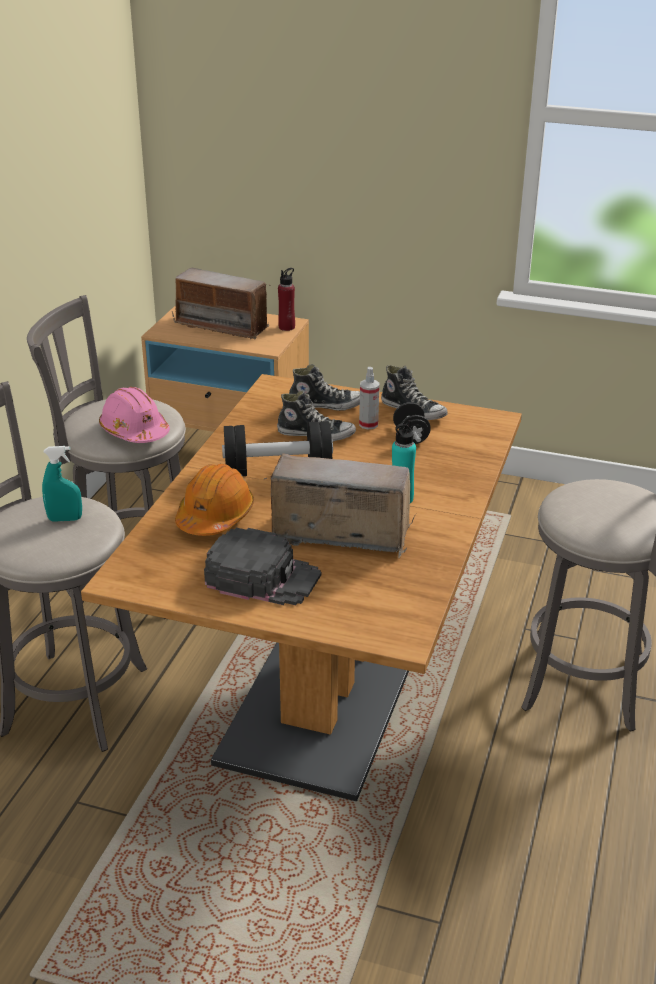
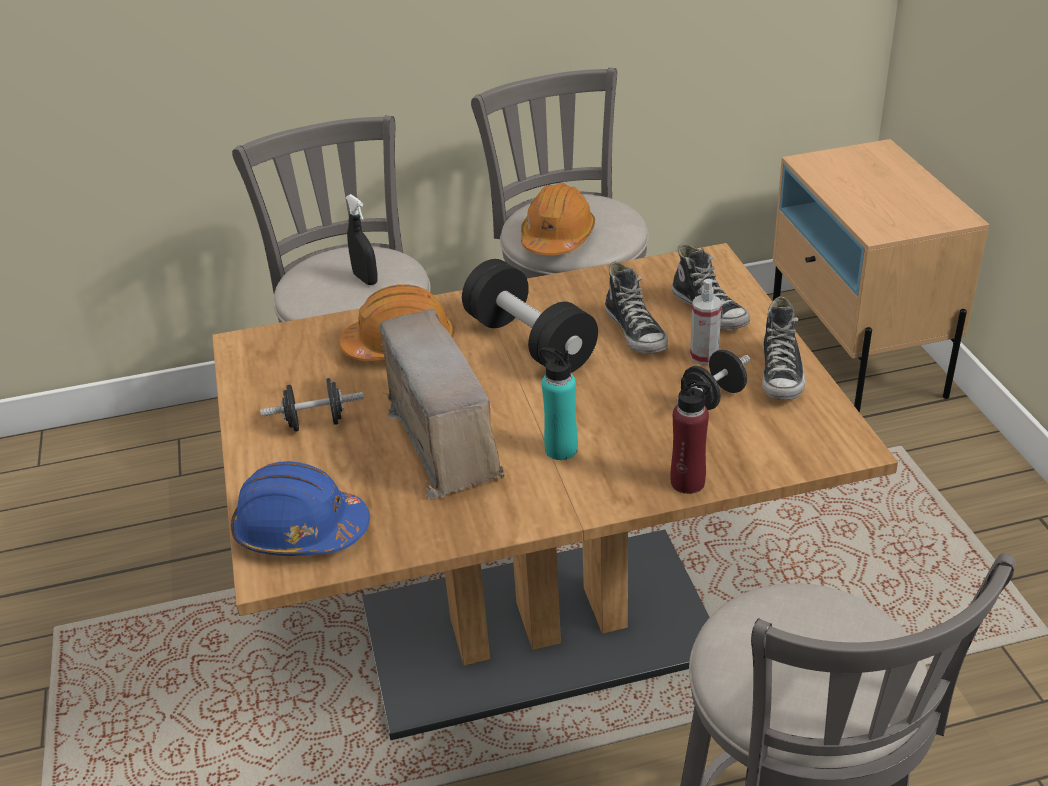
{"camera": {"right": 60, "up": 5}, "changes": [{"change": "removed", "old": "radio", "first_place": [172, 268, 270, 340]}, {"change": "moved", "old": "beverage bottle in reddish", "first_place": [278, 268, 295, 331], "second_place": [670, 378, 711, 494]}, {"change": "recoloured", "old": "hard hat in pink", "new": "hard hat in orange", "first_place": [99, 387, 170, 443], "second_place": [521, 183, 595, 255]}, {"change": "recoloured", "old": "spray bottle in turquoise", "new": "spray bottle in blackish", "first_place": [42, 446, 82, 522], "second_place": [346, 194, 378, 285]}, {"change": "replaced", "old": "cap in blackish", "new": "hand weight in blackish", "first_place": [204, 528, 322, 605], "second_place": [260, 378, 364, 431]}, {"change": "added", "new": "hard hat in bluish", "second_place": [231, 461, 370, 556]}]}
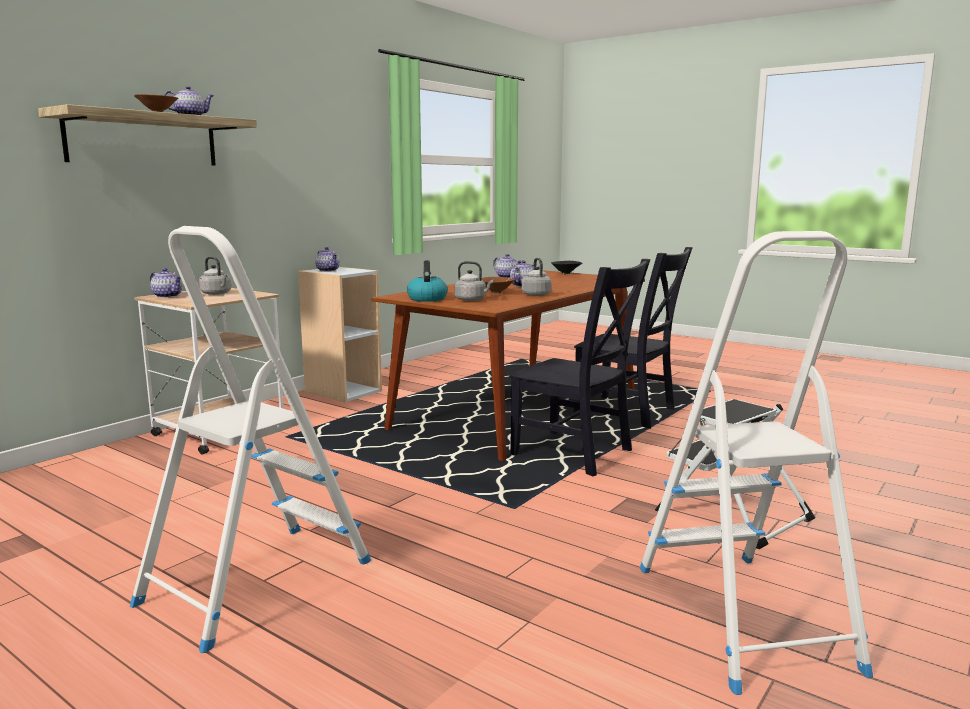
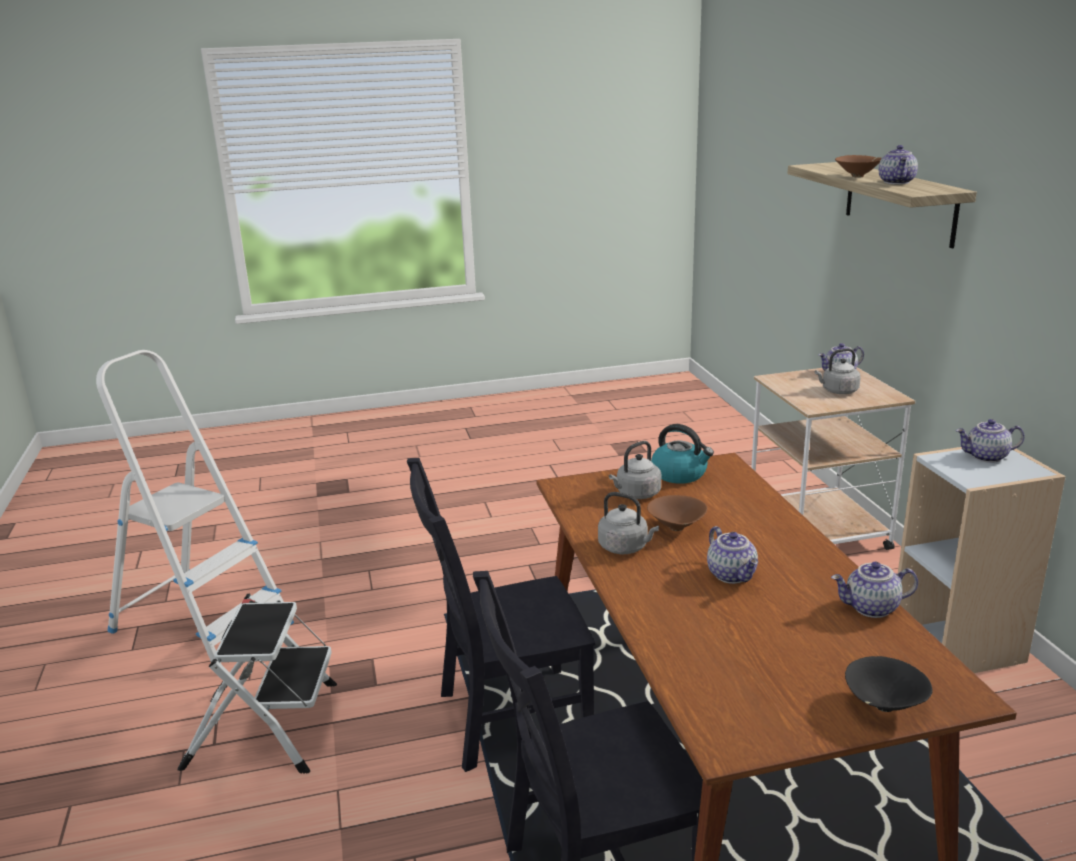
{"camera": {"right": 130, "up": 10}, "changes": [{"change": "removed", "old": "stepladder in white", "first_place": [130, 226, 371, 653]}]}
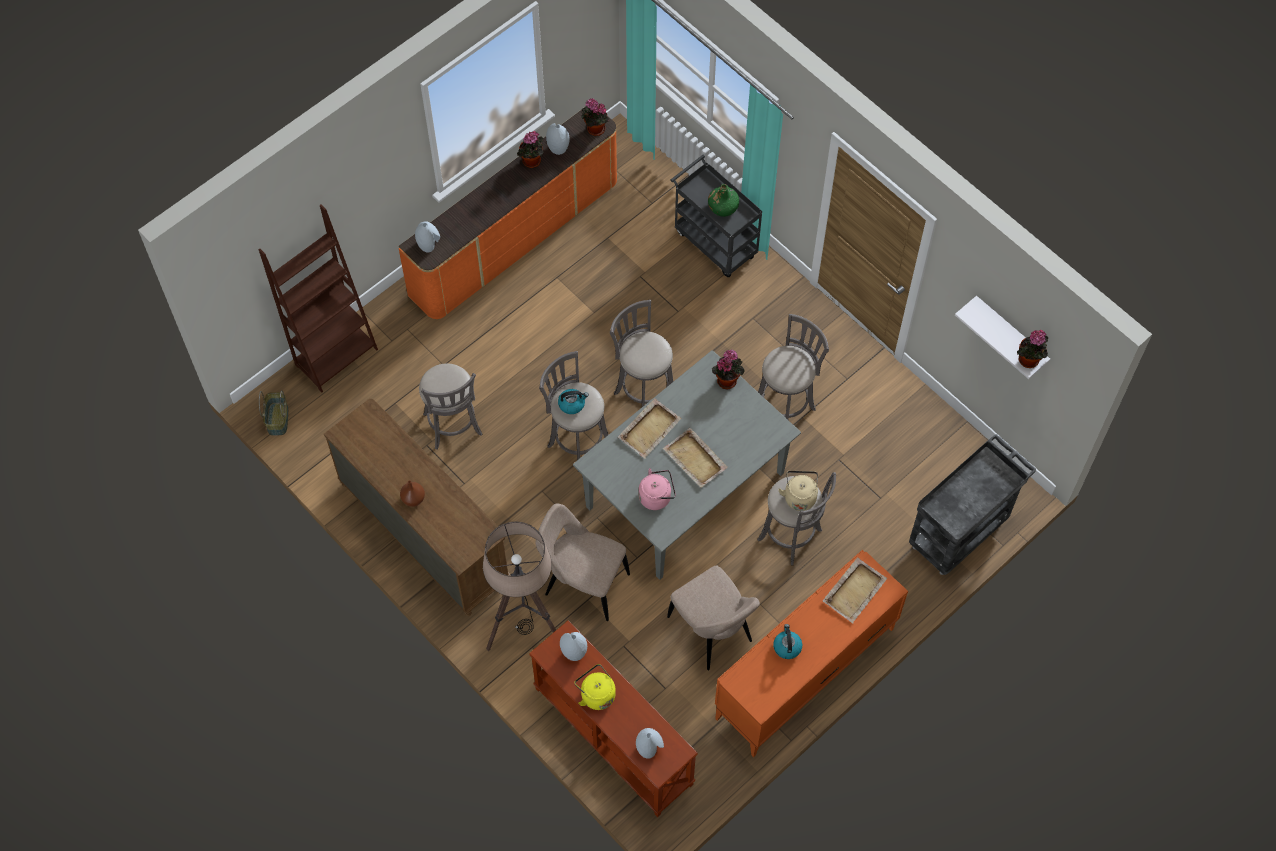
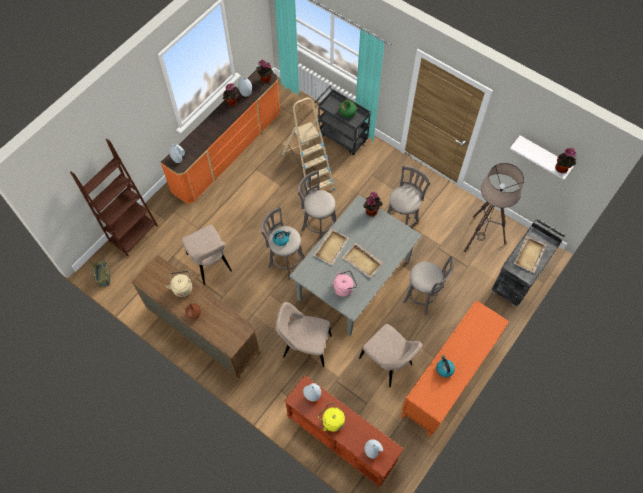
{"camera": {"right": -10, "up": 0}, "changes": [{"change": "replaced", "old": "stool seat in gray", "new": "plain chair in beige", "first_place": [419, 364, 482, 450], "second_place": [182, 225, 232, 285]}, {"change": "moved", "old": "water kettle in beige", "first_place": [778, 471, 818, 511], "second_place": [165, 271, 192, 297]}, {"change": "moved", "old": "standing lamp", "first_place": [483, 522, 556, 651], "second_place": [464, 163, 524, 252]}, {"change": "moved", "old": "carrying tray in beige", "first_place": [823, 557, 887, 623], "second_place": [514, 236, 547, 273]}, {"change": "added", "new": "stepladder in beige", "second_place": [282, 98, 335, 190]}]}
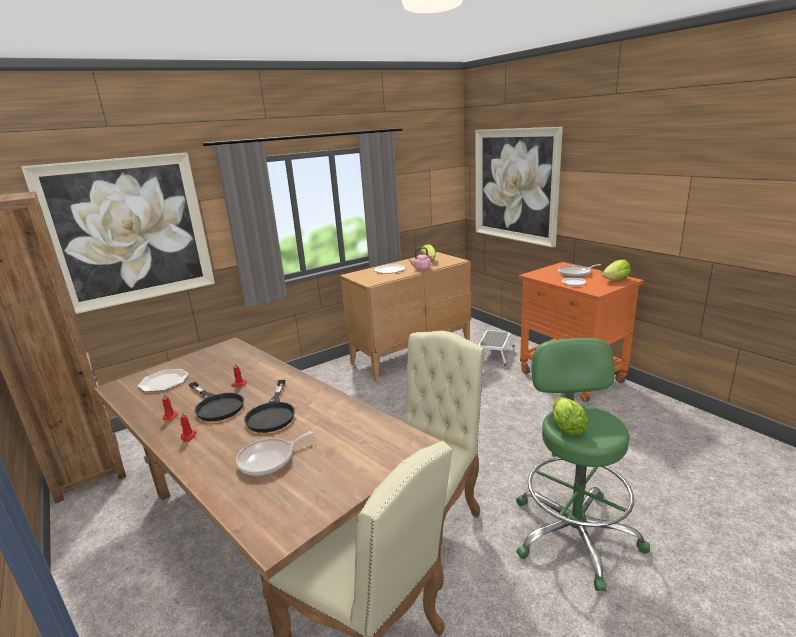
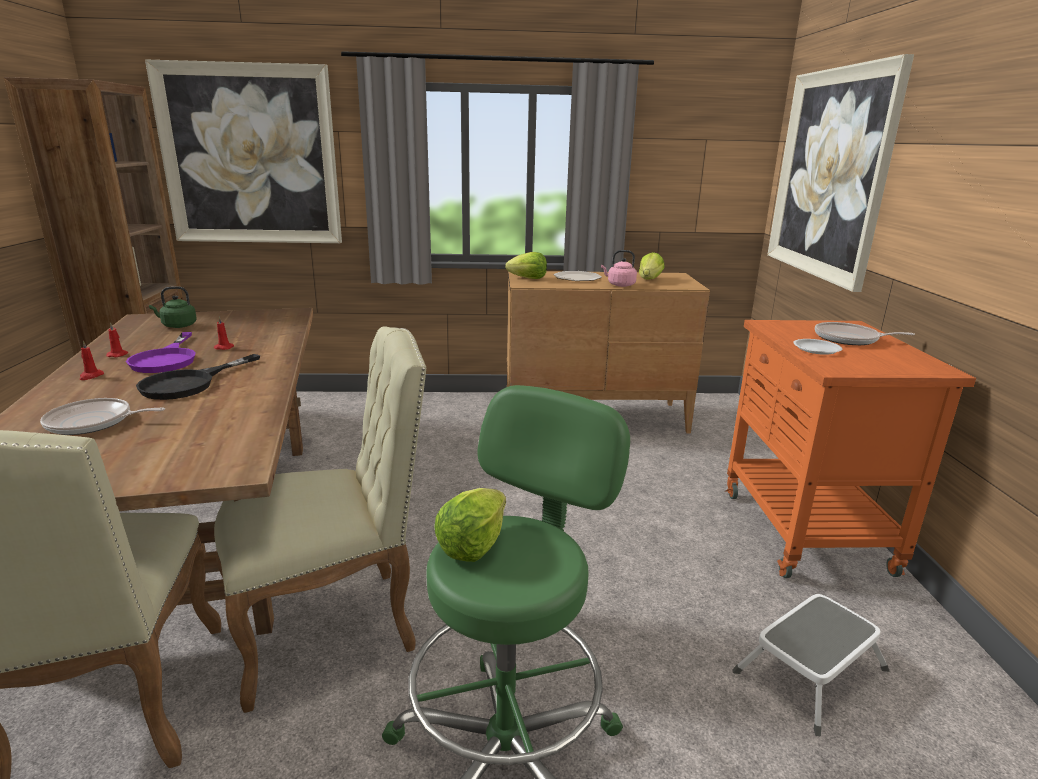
{"camera": {"right": 30, "up": 0}, "changes": [{"change": "moved", "old": "lettuce head", "first_place": [602, 259, 631, 280], "second_place": [505, 252, 547, 279]}, {"change": "moved", "old": "stepladder in gray", "first_place": [479, 330, 515, 367], "second_place": [732, 594, 890, 736]}, {"change": "replaced", "old": "plate", "new": "water kettle in greenish", "first_place": [137, 369, 189, 392], "second_place": [149, 286, 197, 328]}, {"change": "recoloured", "old": "frying pan in blackish", "new": "frying pan in purple", "first_place": [189, 382, 244, 421], "second_place": [126, 332, 196, 373]}]}
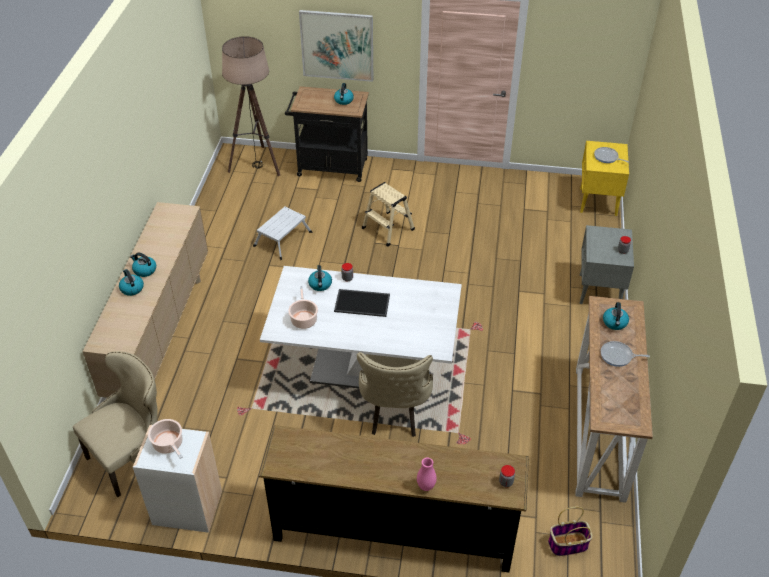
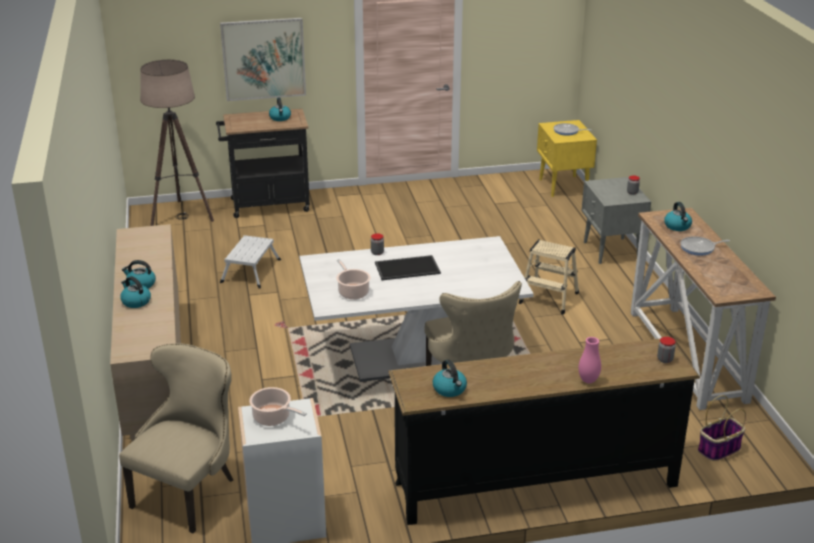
{"camera": {"right": -20, "up": -15}, "changes": [{"change": "moved", "old": "stepladder in beige", "first_place": [362, 182, 415, 247], "second_place": [519, 239, 579, 315]}, {"change": "moved", "old": "water kettle", "first_place": [308, 265, 332, 291], "second_place": [433, 359, 467, 397]}]}
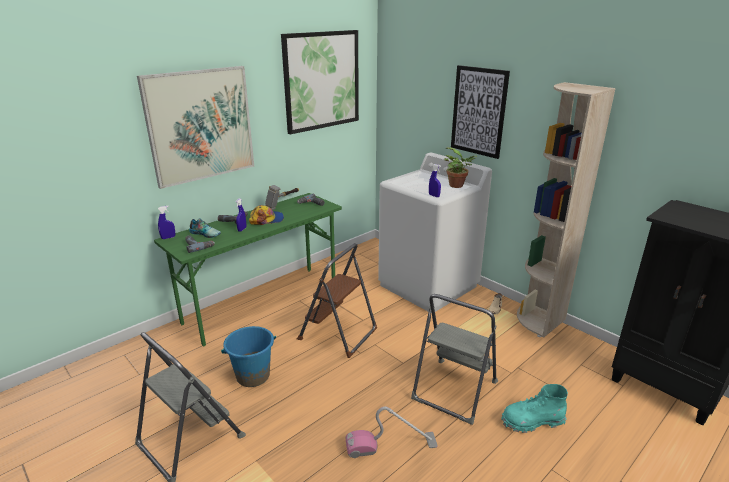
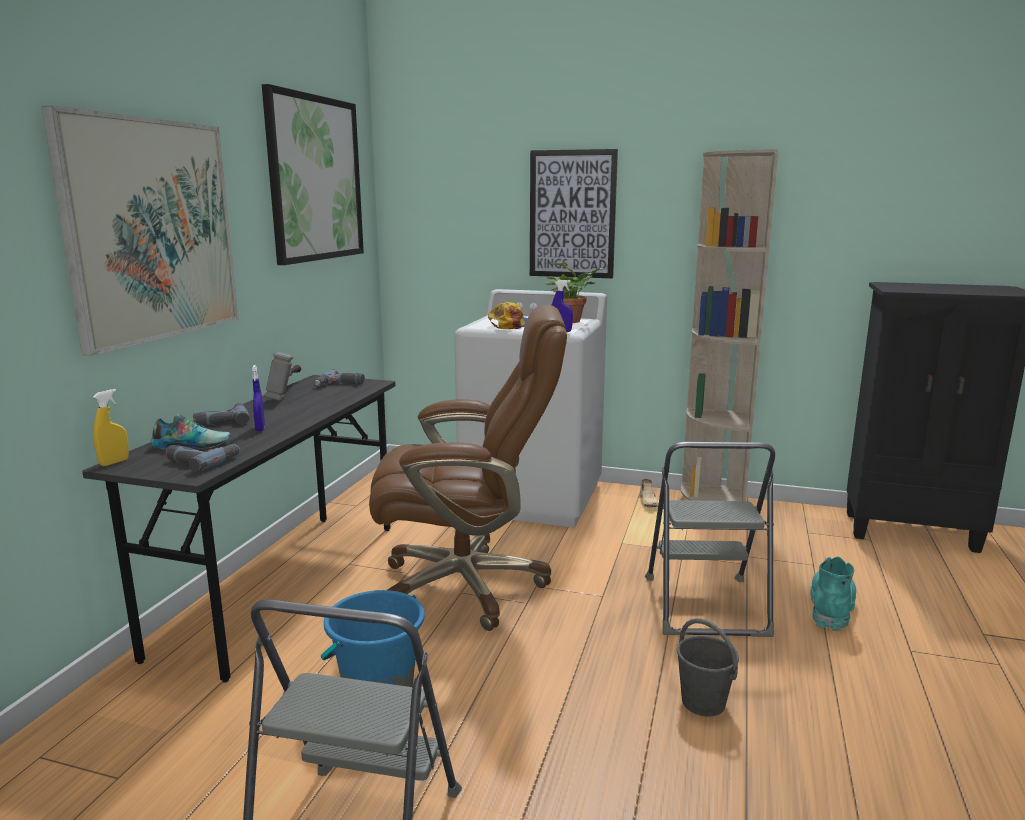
{"camera": {"right": -30, "up": -10}, "changes": [{"change": "recoloured", "old": "desk unit in greenish", "new": "desk unit in gray", "first_place": [154, 193, 342, 346], "second_place": [82, 375, 396, 683]}, {"change": "moved", "old": "cap", "first_place": [249, 205, 284, 225], "second_place": [488, 302, 527, 329]}, {"change": "recoloured", "old": "spray bottle in bluish", "new": "spray bottle in yellow-coloured", "first_place": [158, 206, 175, 239], "second_place": [93, 389, 129, 466]}, {"change": "replaced", "old": "stepladder in brown-coloured", "new": "office chair in brown-coloured", "first_place": [297, 243, 377, 358], "second_place": [369, 305, 567, 631]}, {"change": "turned", "old": "boot in turquoise", "first_place": [501, 384, 568, 433], "second_place": [810, 556, 856, 631], "degrees": 150}, {"change": "replaced", "old": "hoover", "new": "pail in gray", "first_place": [346, 406, 438, 458], "second_place": [677, 618, 739, 716]}]}
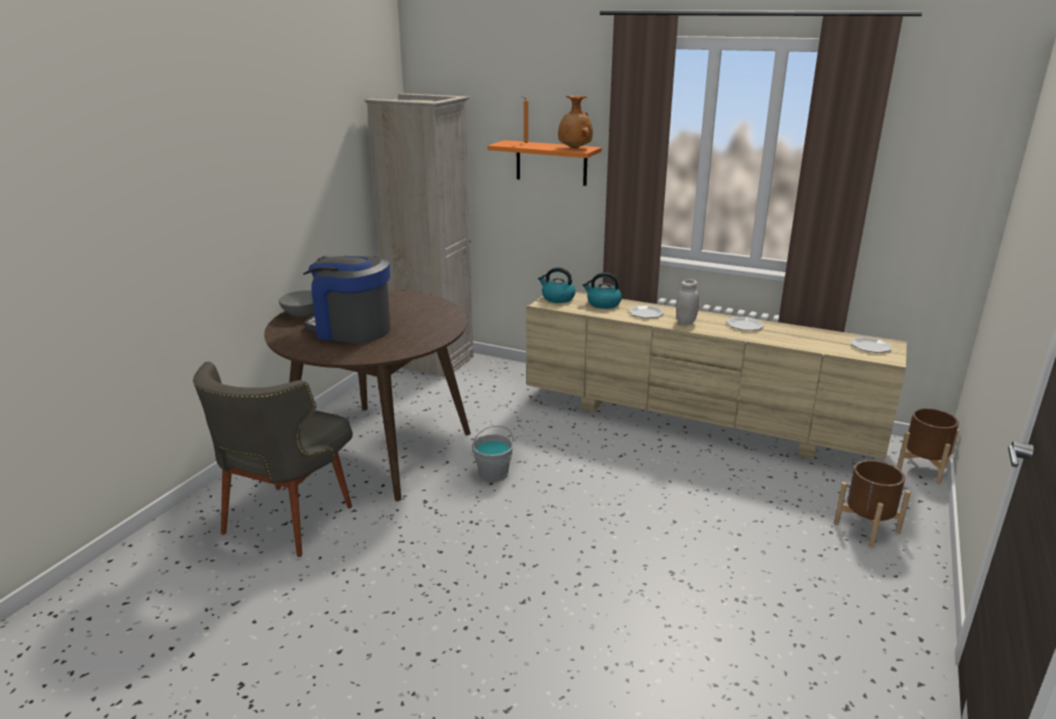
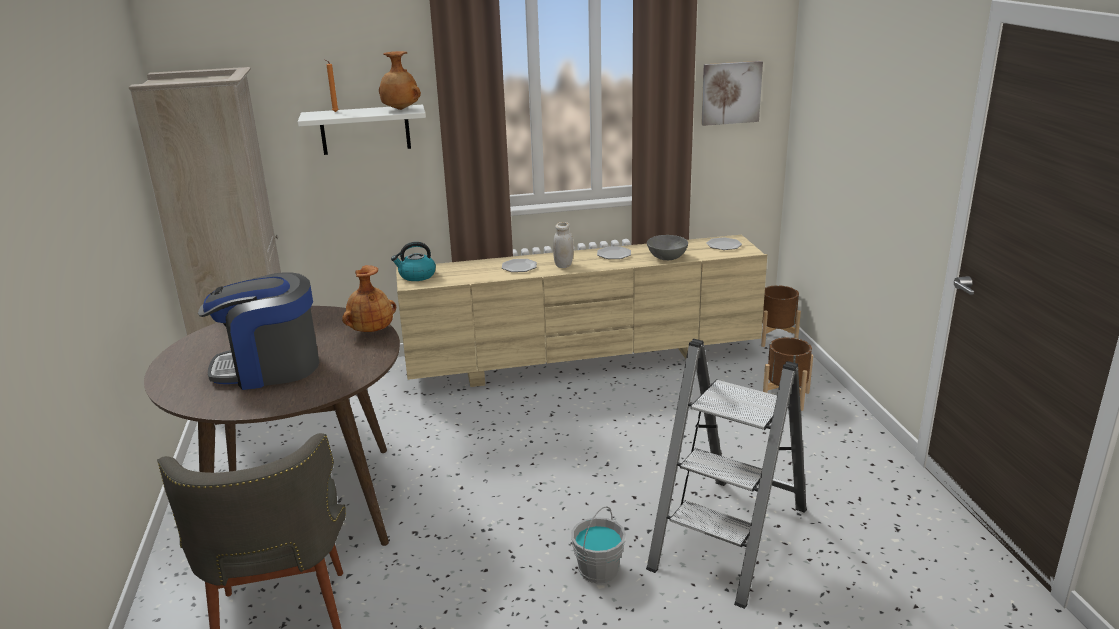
{"camera": {"right": -35, "up": 0}, "changes": [{"change": "recoloured", "old": "shelf in orange", "new": "shelf in white", "first_place": [487, 140, 602, 186], "second_place": [298, 105, 426, 155]}, {"change": "removed", "old": "water kettle", "first_place": [583, 272, 622, 309]}, {"change": "moved", "old": "deep dish in gray", "first_place": [279, 290, 314, 318], "second_place": [647, 235, 688, 260]}, {"change": "moved", "old": "pail in gray", "first_place": [472, 426, 514, 482], "second_place": [571, 506, 626, 583]}, {"change": "added", "new": "picture", "second_place": [701, 61, 763, 126]}, {"change": "added", "new": "decorative vase in brown-coloured", "second_place": [342, 265, 396, 332]}, {"change": "added", "new": "stepladder in gray", "second_place": [646, 339, 807, 609]}]}
